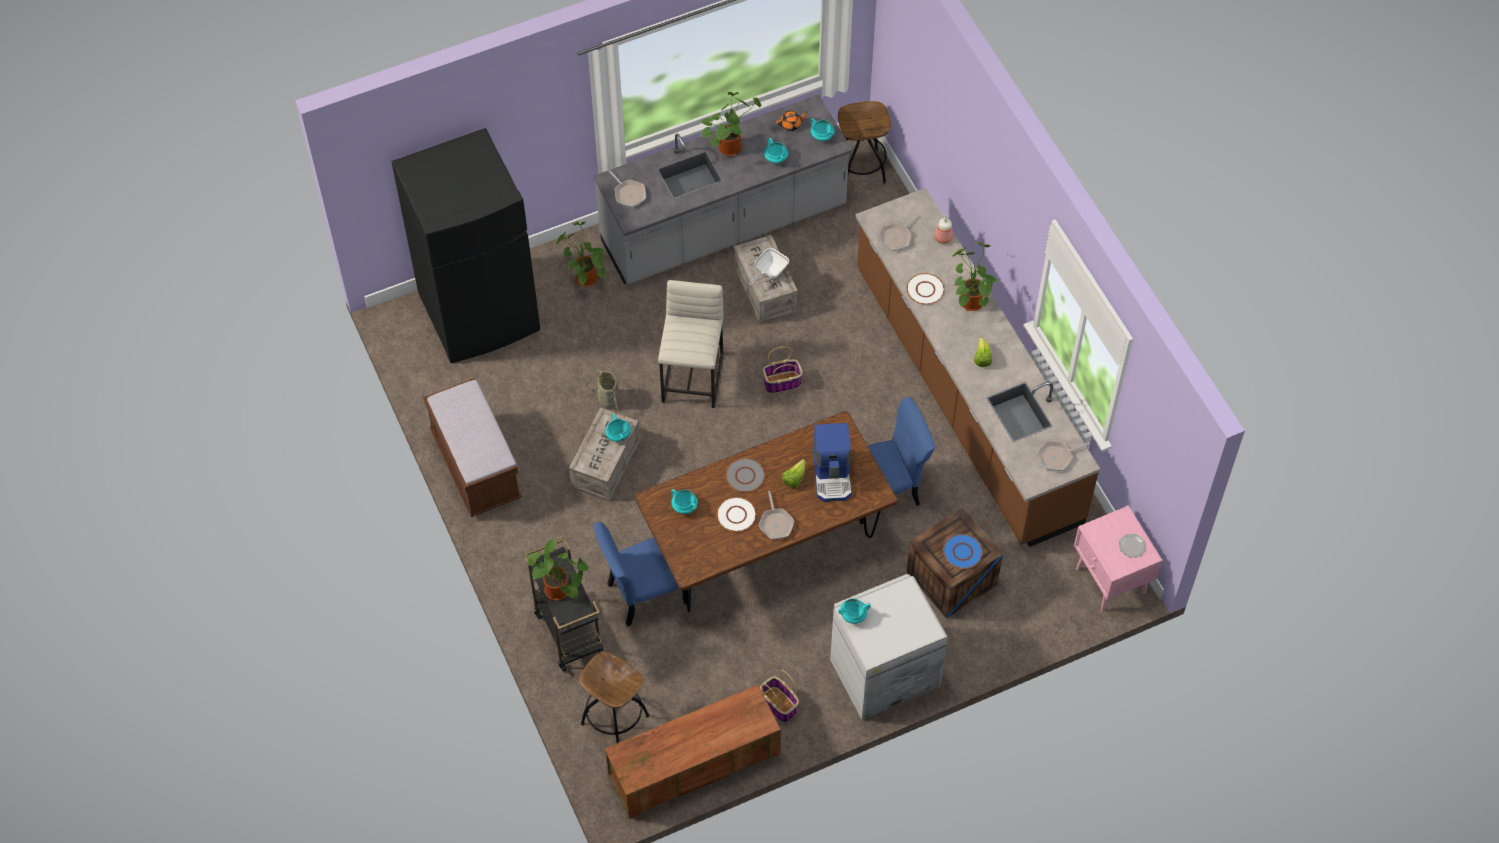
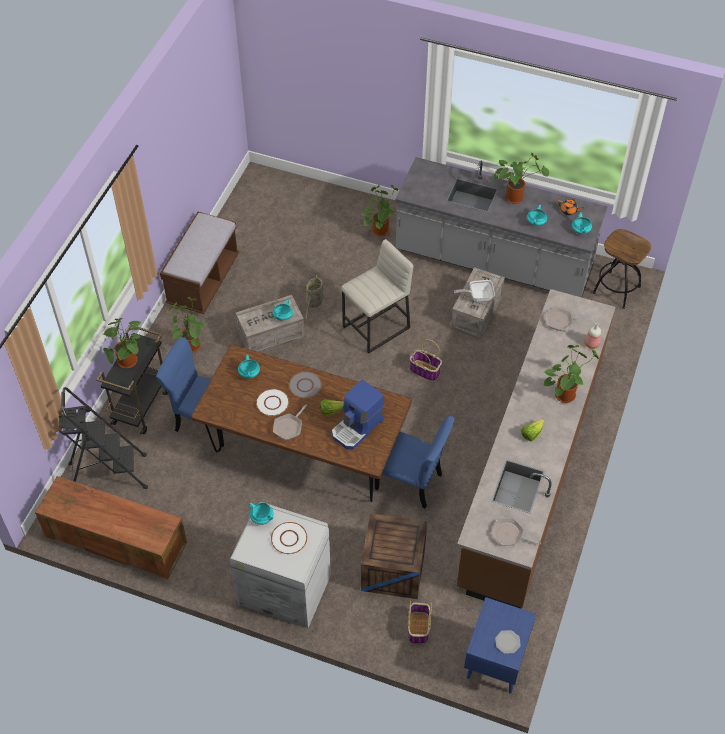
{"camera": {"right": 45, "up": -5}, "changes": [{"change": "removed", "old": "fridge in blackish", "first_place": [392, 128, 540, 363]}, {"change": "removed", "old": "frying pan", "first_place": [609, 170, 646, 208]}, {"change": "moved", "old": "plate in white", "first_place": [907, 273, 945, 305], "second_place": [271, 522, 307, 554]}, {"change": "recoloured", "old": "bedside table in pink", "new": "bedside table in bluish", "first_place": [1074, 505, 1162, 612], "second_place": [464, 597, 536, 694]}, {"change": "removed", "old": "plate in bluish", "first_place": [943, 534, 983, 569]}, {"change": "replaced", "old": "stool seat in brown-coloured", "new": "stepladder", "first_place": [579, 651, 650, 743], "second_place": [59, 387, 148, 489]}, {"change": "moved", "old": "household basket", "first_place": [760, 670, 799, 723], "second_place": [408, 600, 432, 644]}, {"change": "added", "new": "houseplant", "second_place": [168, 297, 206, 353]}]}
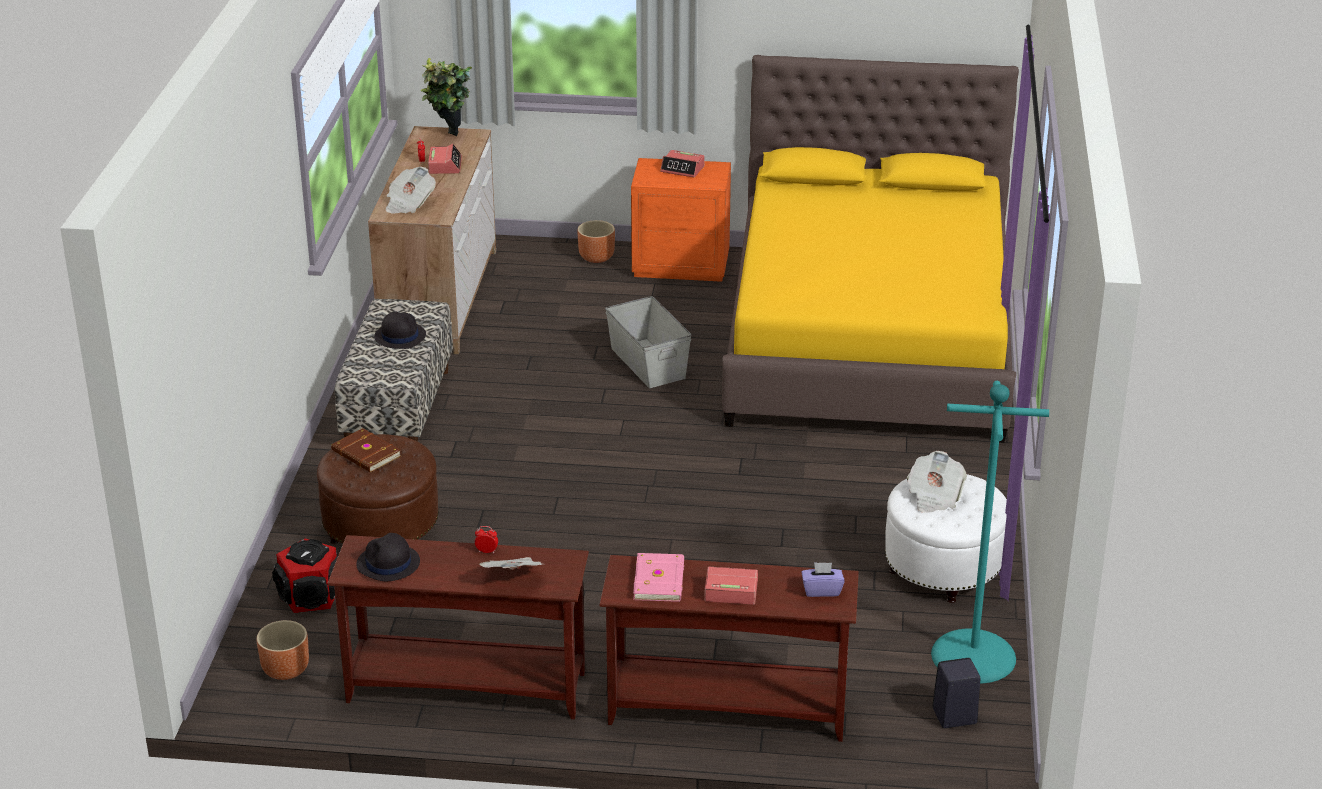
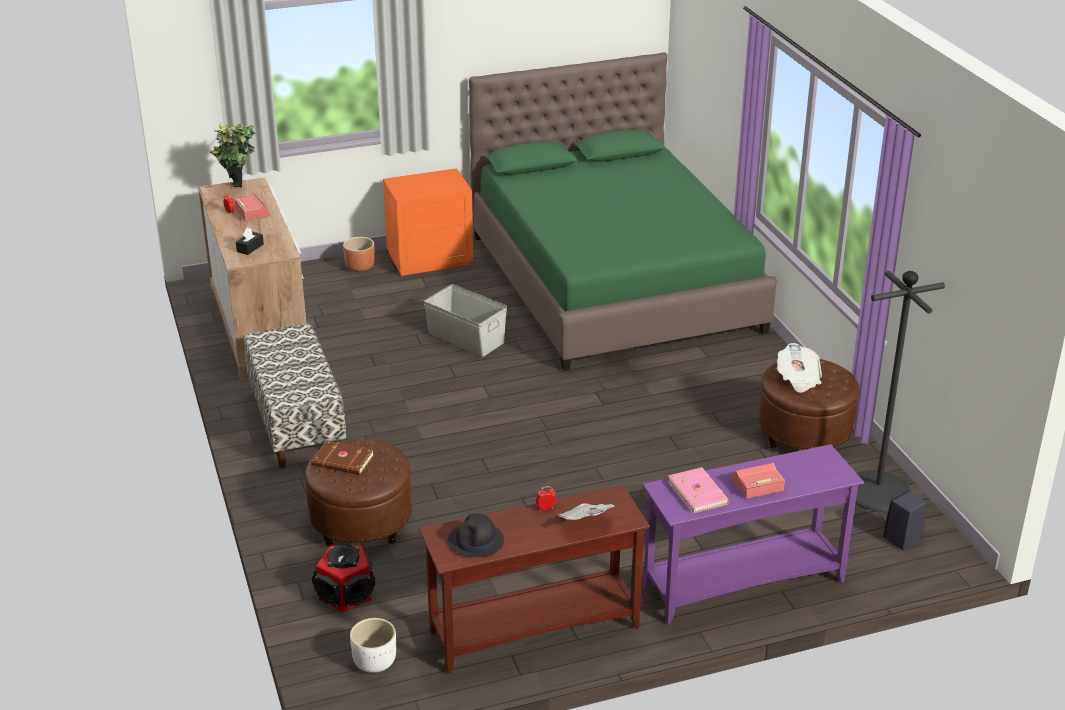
{"camera": {"right": -25, "up": 0}, "changes": [{"change": "recoloured", "old": "sleeping bed in yellow-coloured", "new": "sleeping bed in greenish", "first_place": [722, 55, 1019, 443], "second_place": [469, 52, 777, 371]}, {"change": "removed", "old": "alarm clock", "first_place": [660, 150, 705, 178]}, {"change": "replaced", "old": "daily paper", "new": "tissue holder in blackish", "first_place": [385, 167, 436, 213], "second_place": [236, 228, 264, 255]}, {"change": "removed", "old": "clothing hat in blackish", "first_place": [374, 312, 426, 349]}, {"change": "recoloured", "old": "clothes rack in turquoise", "new": "clothes rack in blackish", "first_place": [931, 381, 1049, 683], "second_place": [856, 271, 945, 512]}, {"change": "recoloured", "old": "pouffe in white", "new": "pouffe in brown-coloured", "first_place": [885, 474, 1007, 603], "second_place": [759, 359, 859, 450]}, {"change": "recoloured", "old": "narrow table in brown-coloured", "new": "narrow table in purple", "first_place": [599, 555, 859, 742], "second_place": [643, 444, 864, 624]}, {"change": "removed", "old": "tissue holder in purple", "first_place": [801, 562, 845, 597]}, {"change": "recoloured", "old": "planter in brown-coloured", "new": "planter in white", "first_place": [257, 620, 309, 680], "second_place": [350, 618, 396, 673]}]}
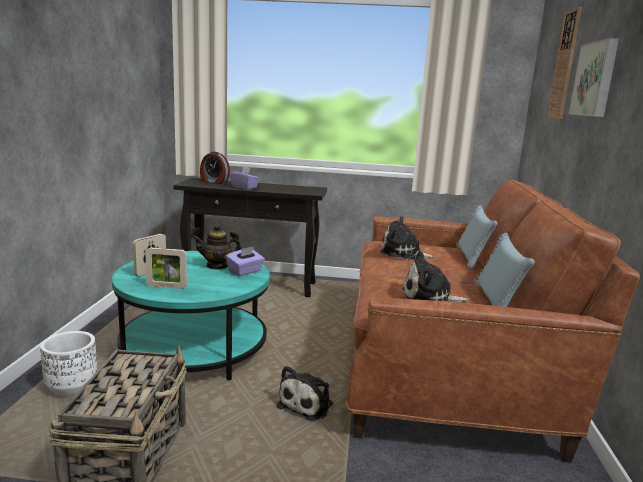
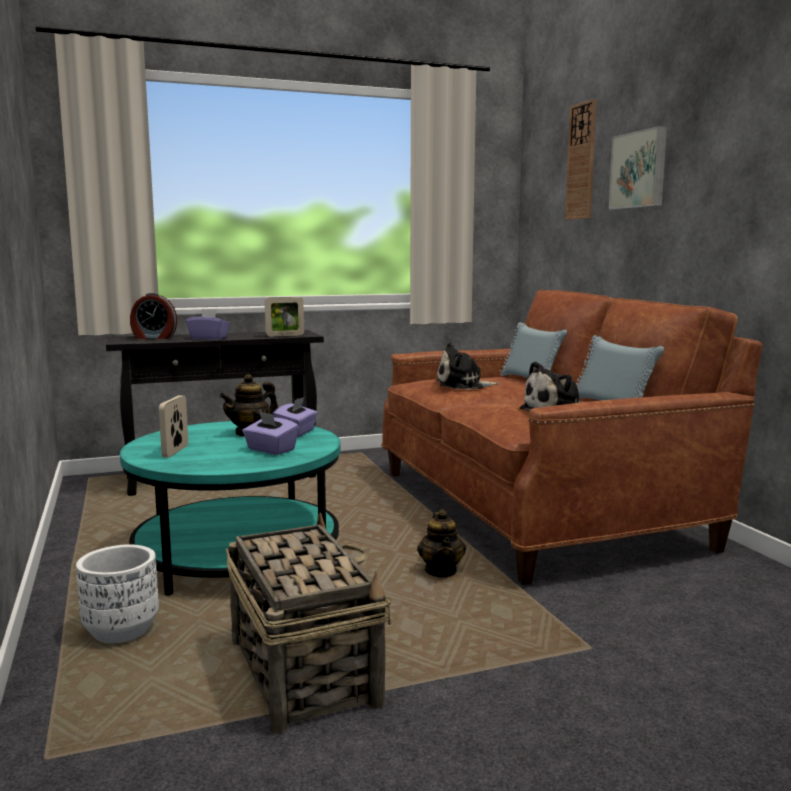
{"camera": {"right": -25, "up": -5}, "changes": [{"change": "moved", "old": "photo frame", "first_place": [145, 247, 187, 289], "second_place": [265, 297, 304, 337]}, {"change": "replaced", "old": "plush toy", "new": "teapot", "first_place": [277, 366, 333, 421], "second_place": [417, 509, 466, 577]}, {"change": "added", "new": "tissue holder in purple", "second_place": [242, 411, 299, 455]}]}
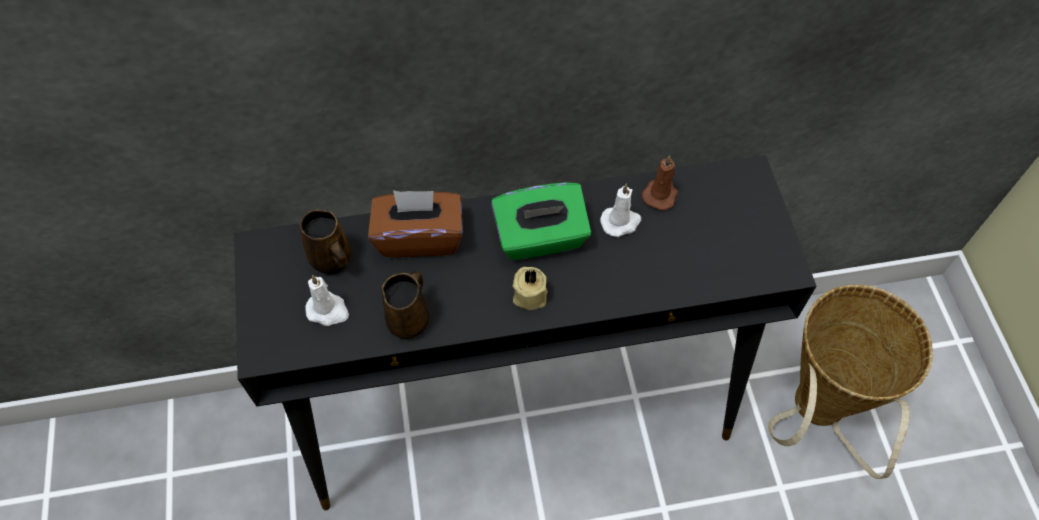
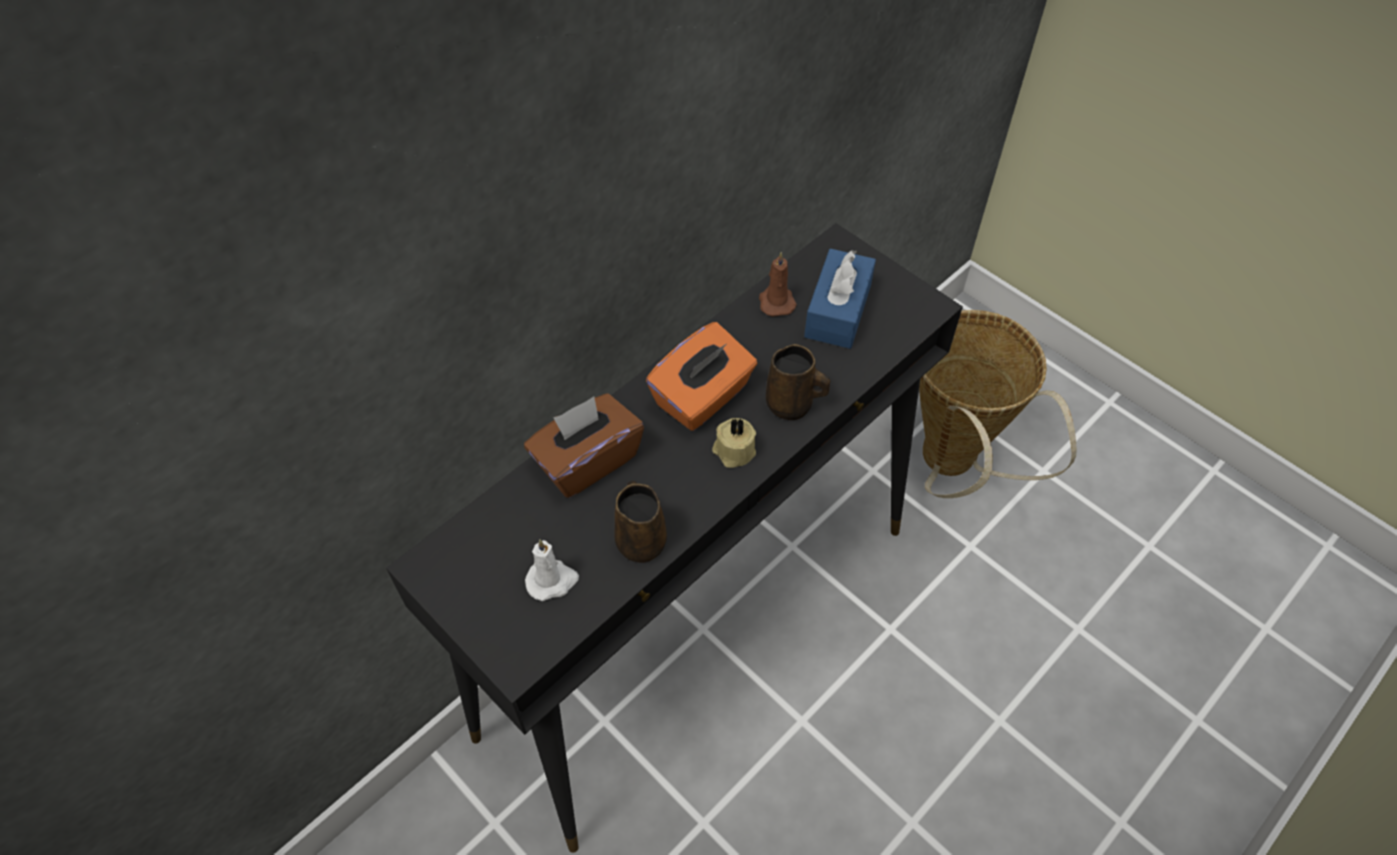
{"camera": {"right": -35, "up": -5}, "changes": [{"change": "recoloured", "old": "tissue holder in greenish", "new": "tissue holder in orange", "first_place": [491, 182, 591, 260], "second_place": [646, 322, 758, 431]}, {"change": "removed", "old": "wax candle in white", "first_place": [600, 183, 641, 237]}, {"change": "moved", "old": "tea mug in brown-coloured", "first_place": [299, 209, 351, 275], "second_place": [766, 344, 830, 420]}, {"change": "added", "new": "tissue holder in bluish", "second_place": [804, 249, 876, 349]}]}
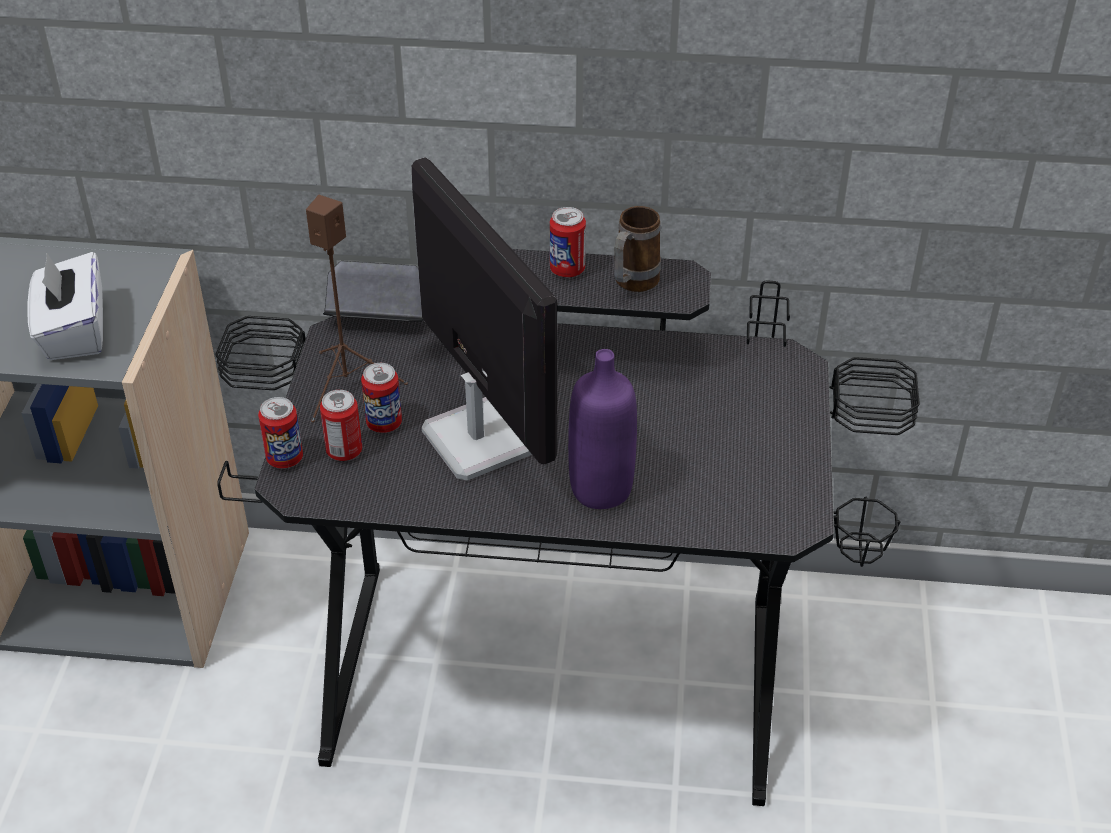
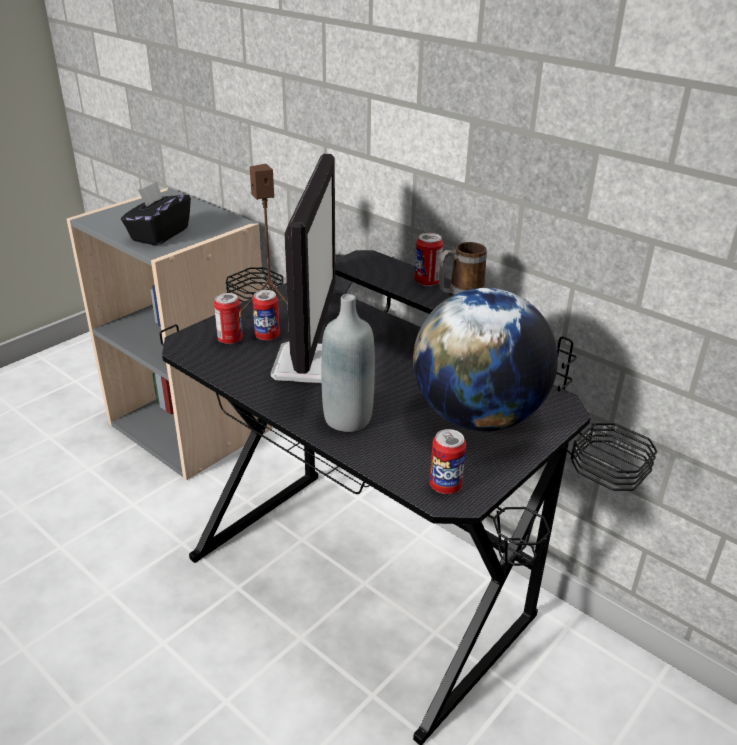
{"camera": {"right": 35, "up": -10}, "changes": [{"change": "recoloured", "old": "tissue holder in white", "new": "tissue holder in blackish", "first_place": [27, 252, 103, 360], "second_place": [121, 181, 191, 246]}, {"change": "recoloured", "old": "beverage bottle in purple", "new": "beverage bottle in gray", "first_place": [568, 349, 637, 509], "second_place": [321, 294, 375, 432]}, {"change": "moved", "old": "can", "first_place": [258, 397, 303, 469], "second_place": [430, 429, 466, 494]}, {"change": "added", "new": "globe", "second_place": [413, 288, 558, 431]}]}
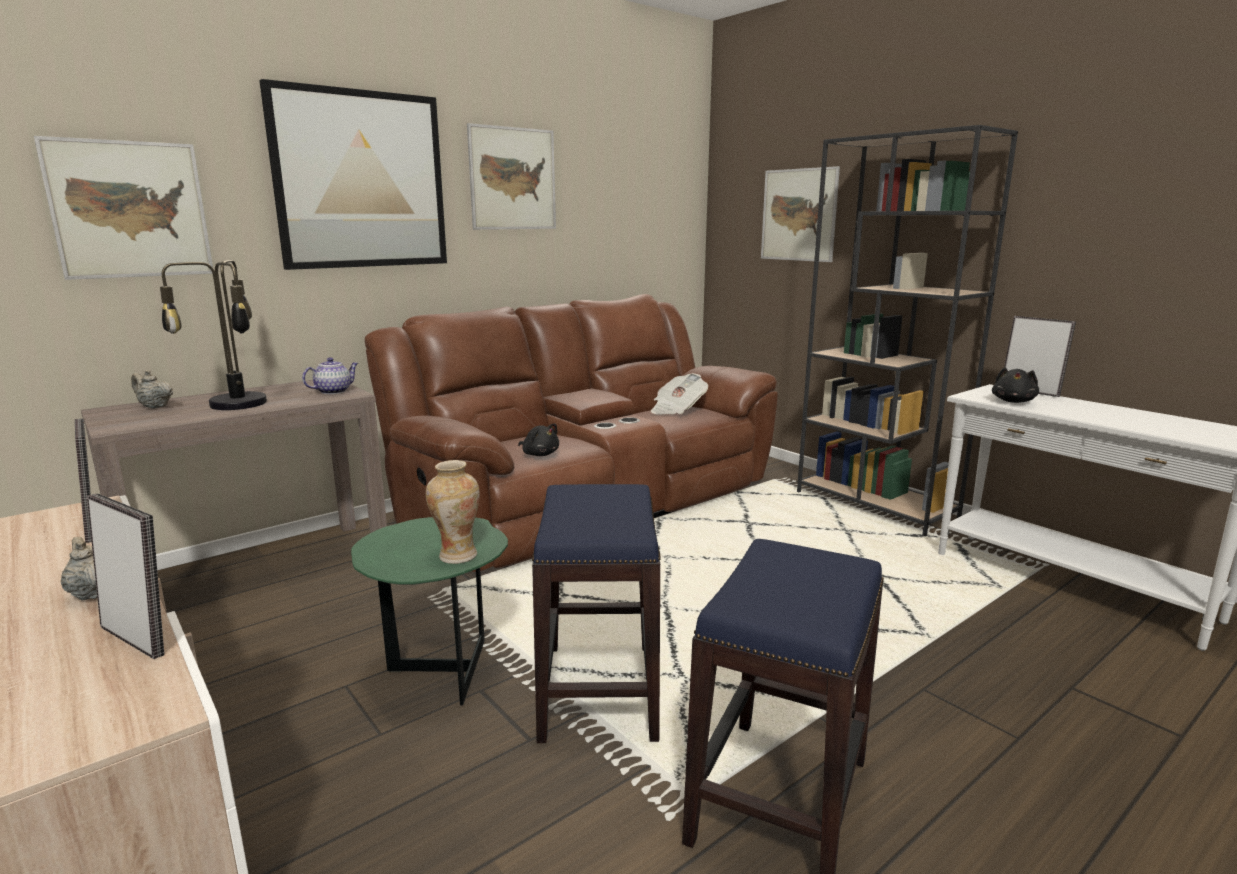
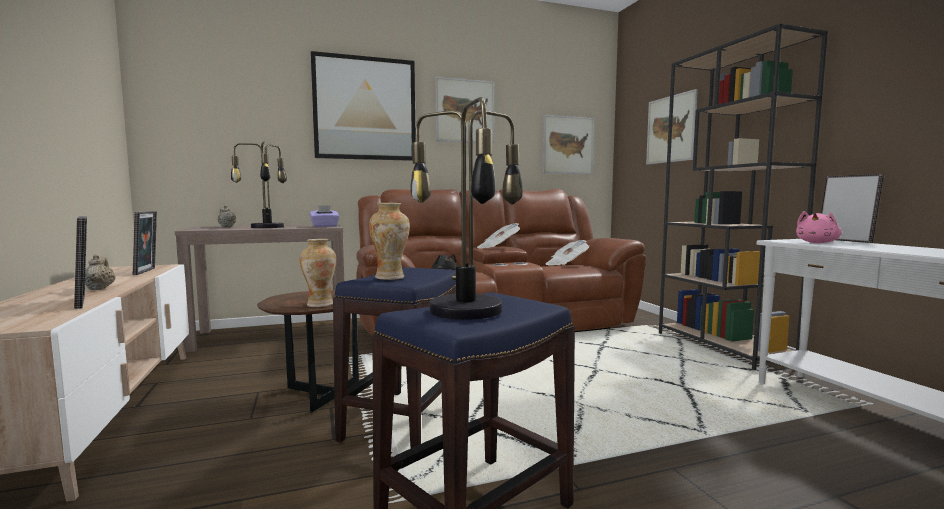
{"camera": {"right": 20, "up": -10}, "changes": [{"change": "moved", "old": "picture", "first_place": [34, 136, 213, 280], "second_place": [542, 115, 594, 174]}, {"change": "replaced", "old": "teapot", "new": "tissue holder in purple", "first_place": [302, 357, 358, 394], "second_place": [309, 205, 340, 227]}, {"change": "recoloured", "old": "plush toy in blackish", "new": "plush toy in pink", "first_place": [992, 367, 1039, 403], "second_place": [796, 211, 842, 243]}, {"change": "recoloured", "old": "accent table in greenish", "new": "accent table in brown-coloured", "first_place": [351, 517, 508, 705], "second_place": [257, 290, 359, 413]}, {"change": "added", "new": "lamp for a table", "second_place": [410, 97, 523, 320]}, {"change": "added", "new": "decorative vase", "second_place": [369, 203, 410, 280]}, {"change": "added", "new": "daily paper", "second_place": [477, 223, 520, 248]}]}
